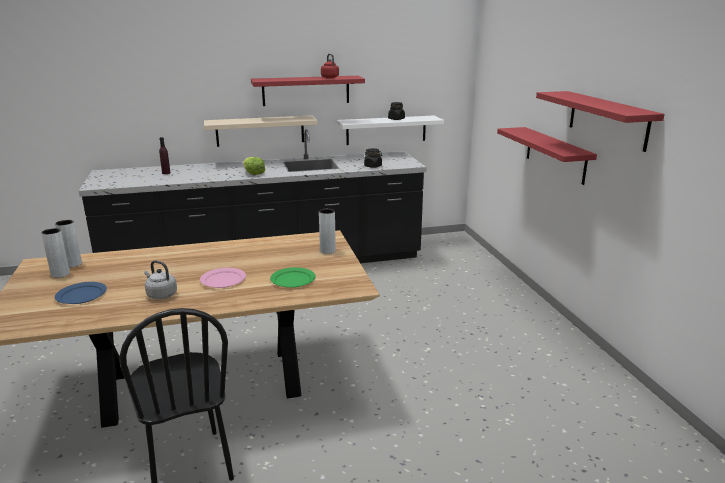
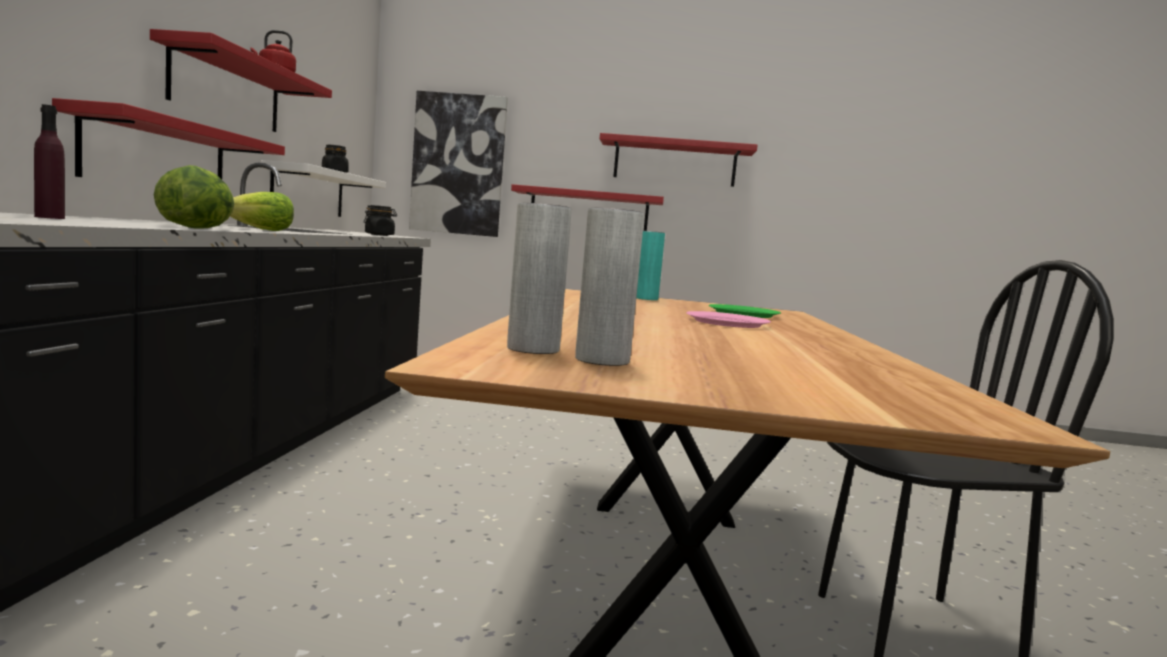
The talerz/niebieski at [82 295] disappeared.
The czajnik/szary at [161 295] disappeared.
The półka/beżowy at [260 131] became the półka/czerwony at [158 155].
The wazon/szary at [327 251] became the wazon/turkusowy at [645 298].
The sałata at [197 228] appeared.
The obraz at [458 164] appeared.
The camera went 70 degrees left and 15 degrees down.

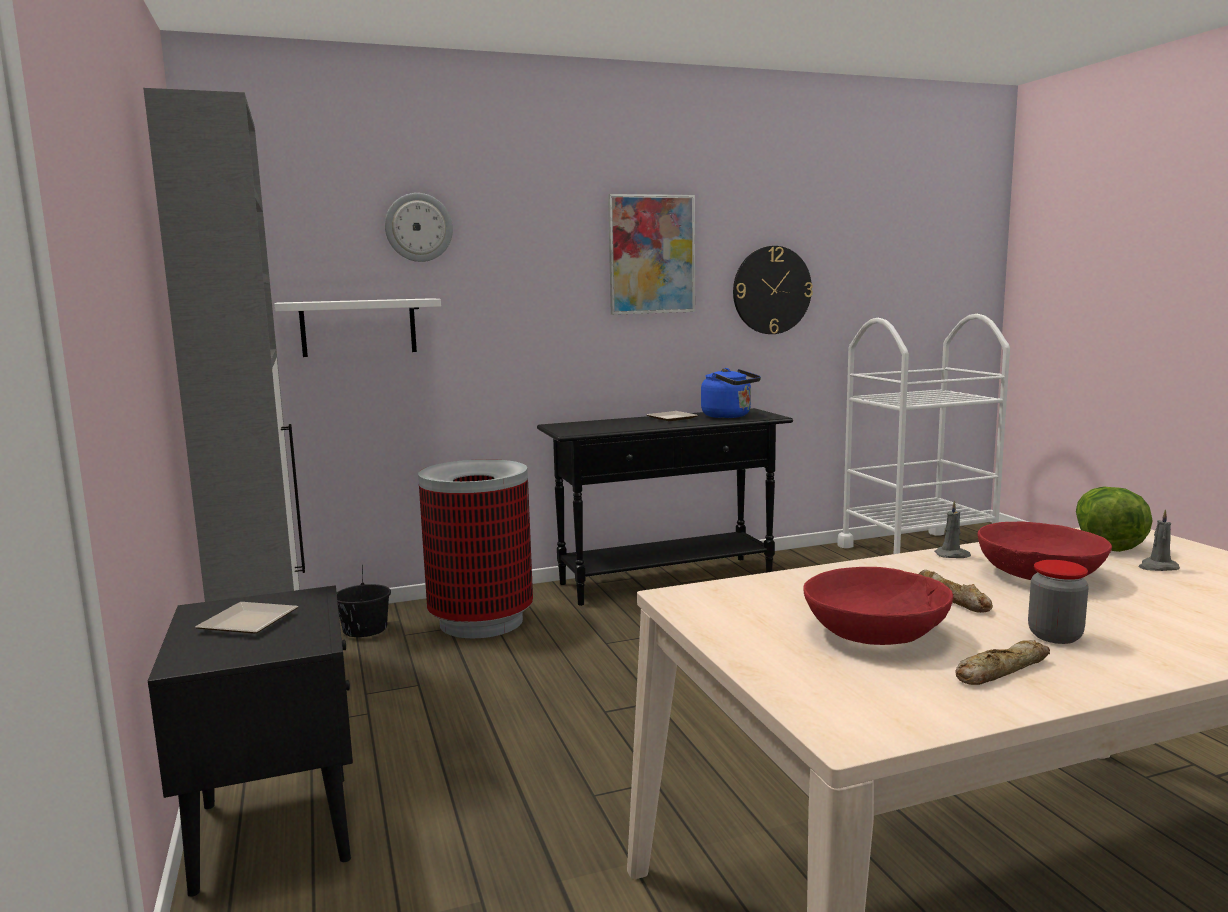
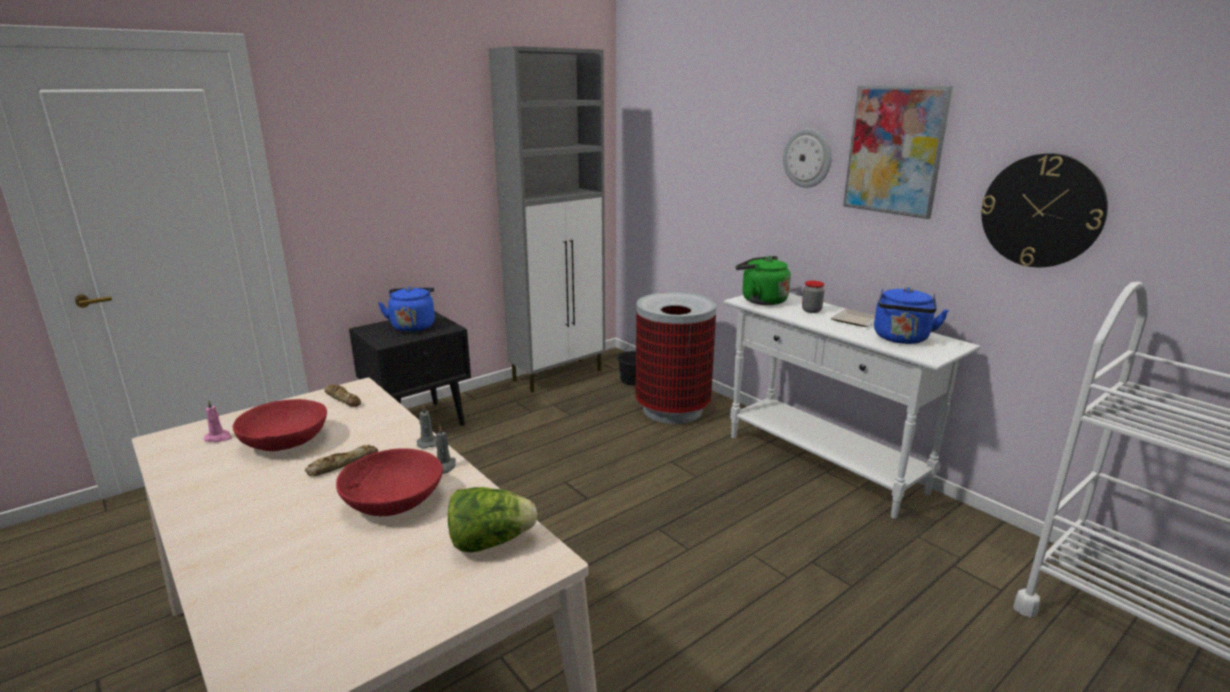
The talerz at [248 621] was replaced by the czajnik/niebieski at [413 326].
The półka/biały at [358 327] disappeared.
The zegar ścienny moved from [418 227] to [808 158].
The stolik konsolowy/czarny at [667 580] became the stolik konsolowy/biały at [823 464].
The chleb moved from [1000 670] to [343 399].
The słoik moved from [1055 636] to [811 310].
The świeca/szary moved from [1157 567] to [427 443].
The świeca/różowy at [218 438] appeared.
The czajnik/zielony at [761 300] appeared.
The camera went 70 degrees right and 10 degrees up.

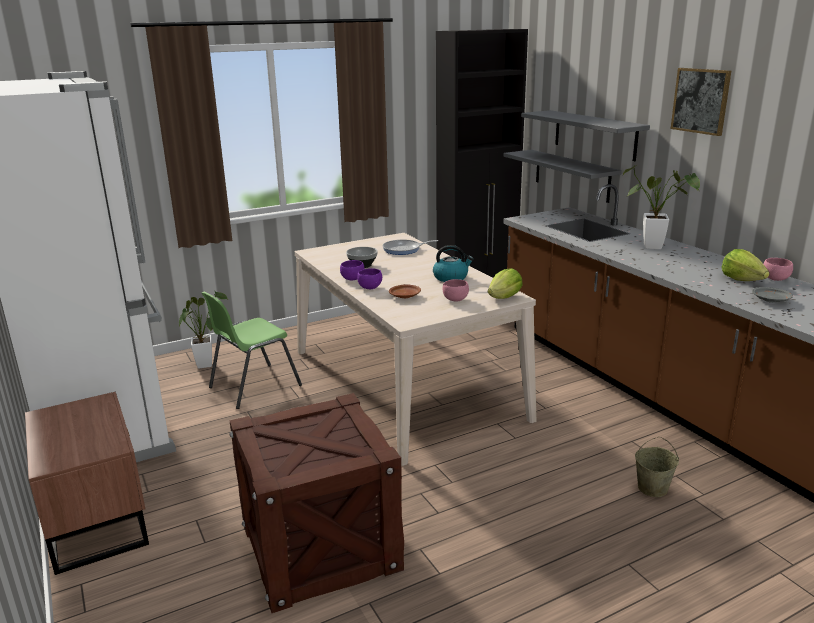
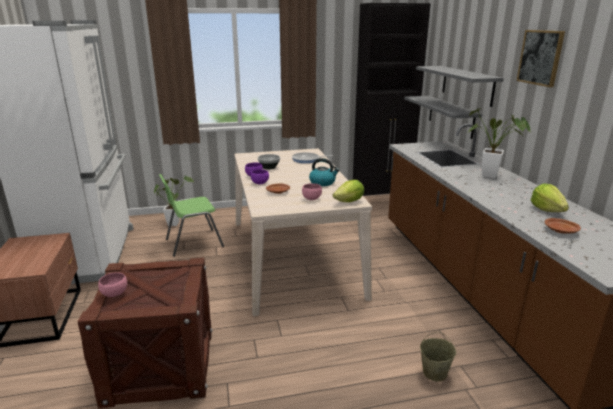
The talerz/szary at [771 300] became the talerz/brązowy at [561 231].
The miska/różowy moved from [776 279] to [114 294].
The camera went 15 degrees right and 0 degrees up.

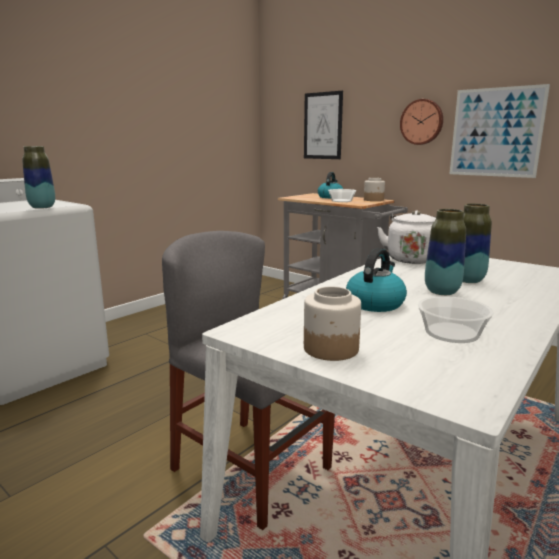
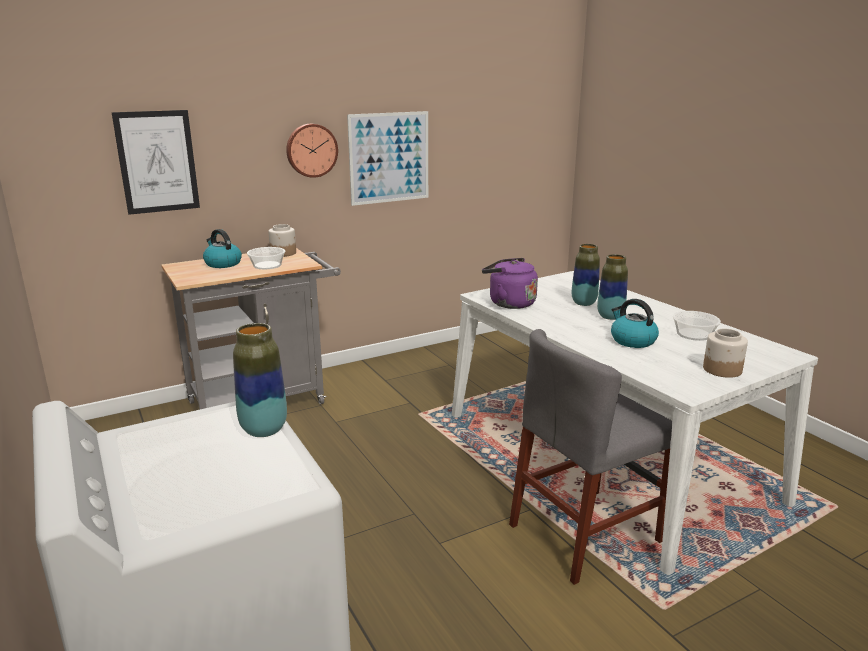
The czajnik/biały at [411 259] became the czajnik/fioletowy at [509 303].
The camera went 70 degrees left and 5 degrees up.

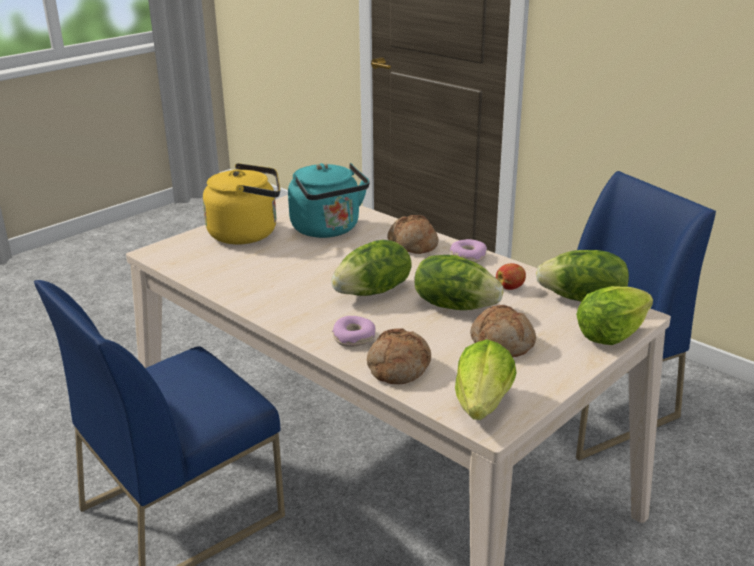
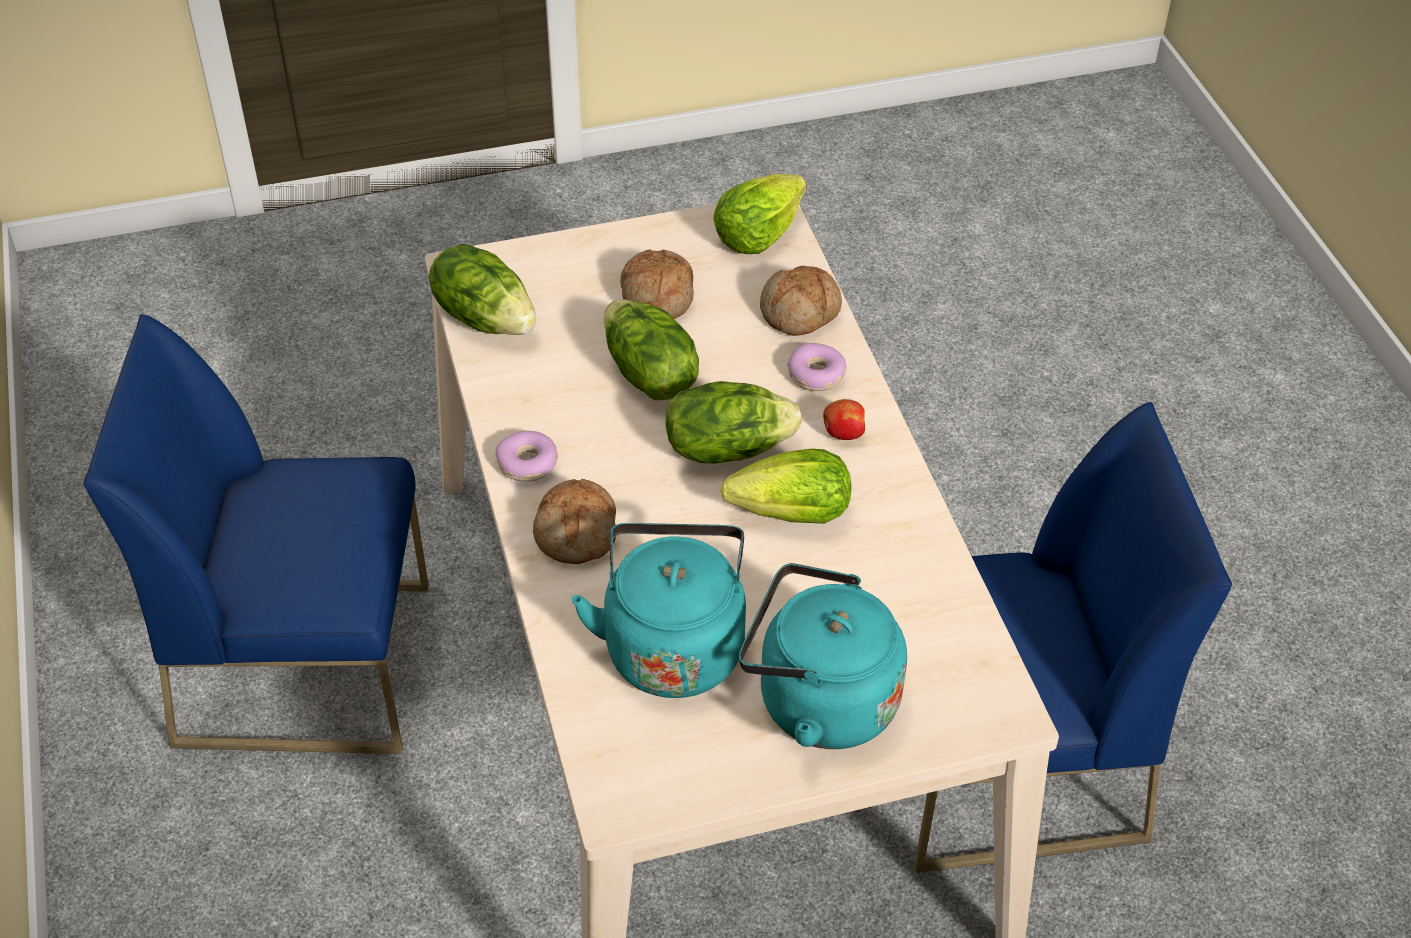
The czajnik/żółty at [248 233] became the czajnik/turkusowy at [818 701].
The jabłko moved from [510 287] to [843 433].
The sałata moved from [610 335] to [793 514].
The camera went 150 degrees left and 20 degrees up.

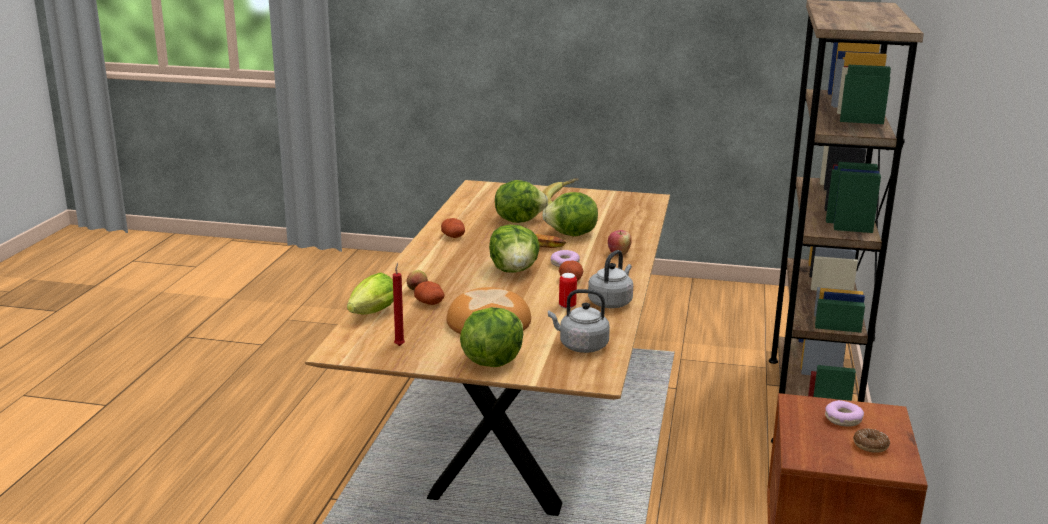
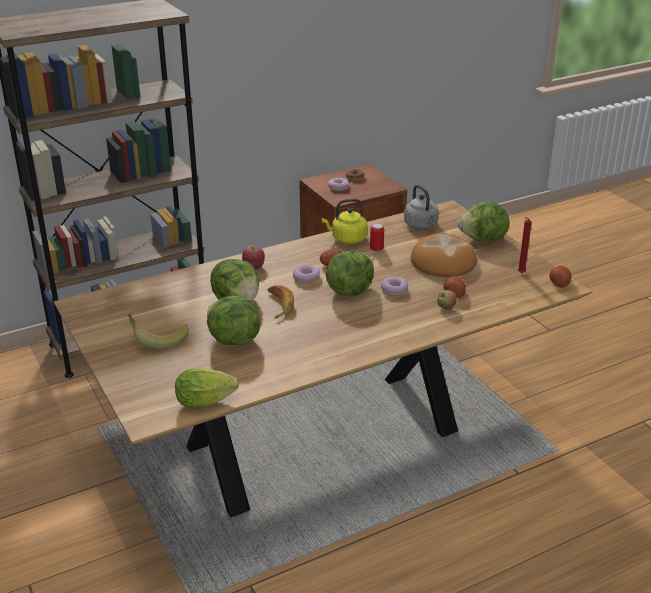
The sałata moved from [371 314] to [208 401].
The ziemniak moved from [454 236] to [559 283].
The czajnik/szary at [611 302] became the czajnik/żółty at [347 239].
The donut at [394 290] appeared.
The camera went 130 degrees left and 10 degrees up.

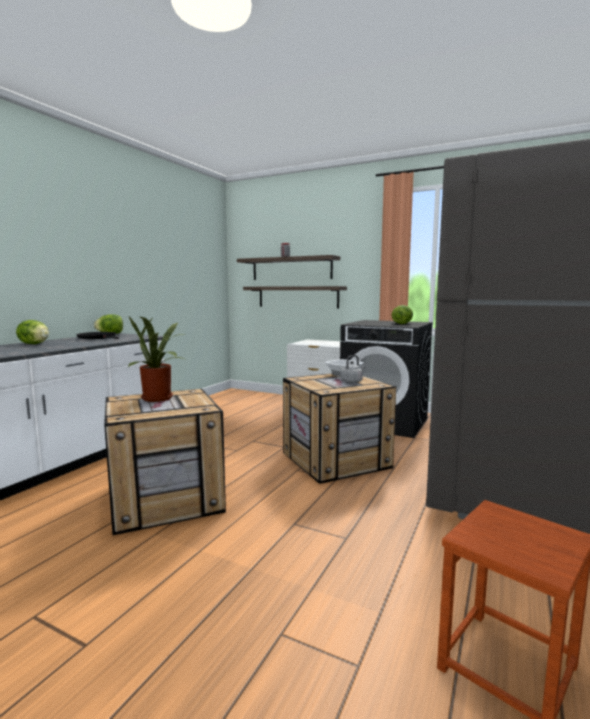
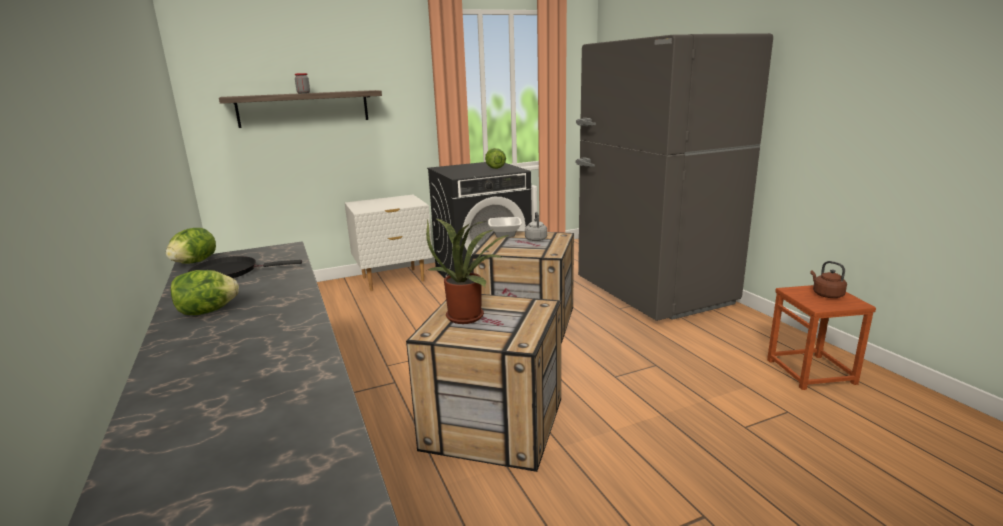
The półka at [297 297] disappeared.
The czajnik/brązowy at [826 294] appeared.
The camera went 50 degrees left and 10 degrees up.

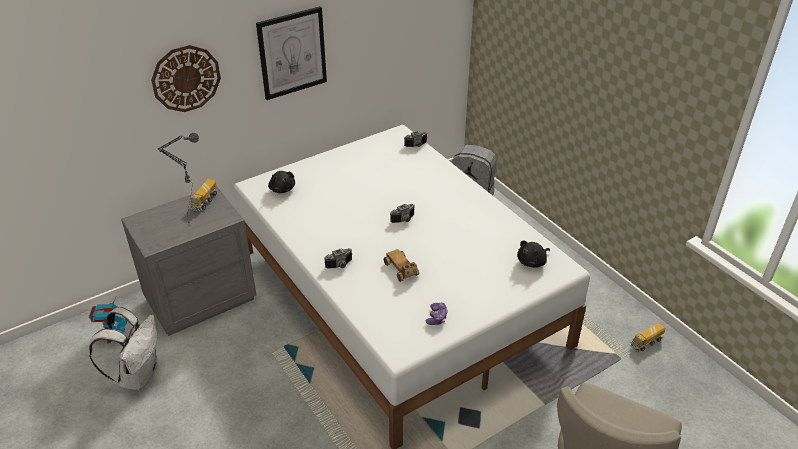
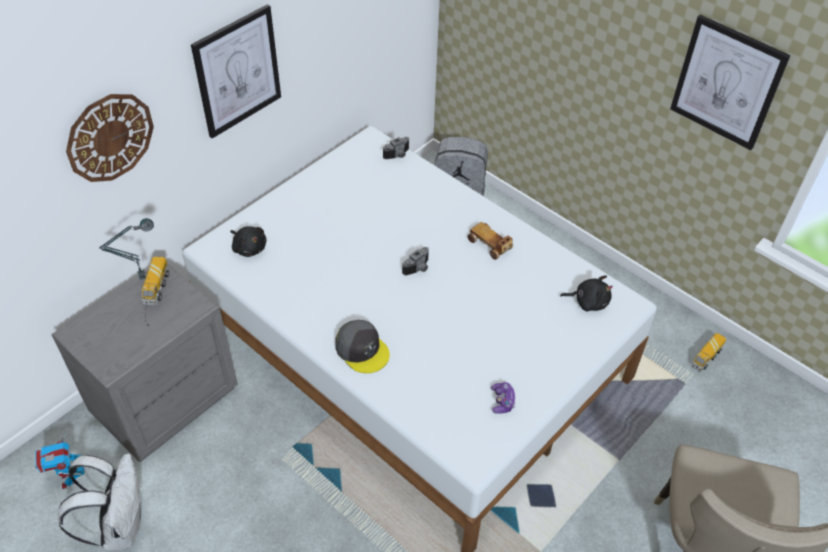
The aparat fotograficzny at [340 265] was replaced by the czapka z daszkiem/szary at [362 349].
The samochodzik moved from [401 270] to [490 245].
The pluszak/czarny at [532 262] turned 120 degrees counterclockwise.
The obraz at [727 83] appeared.
The camera went 15 degrees left and 10 degrees up.

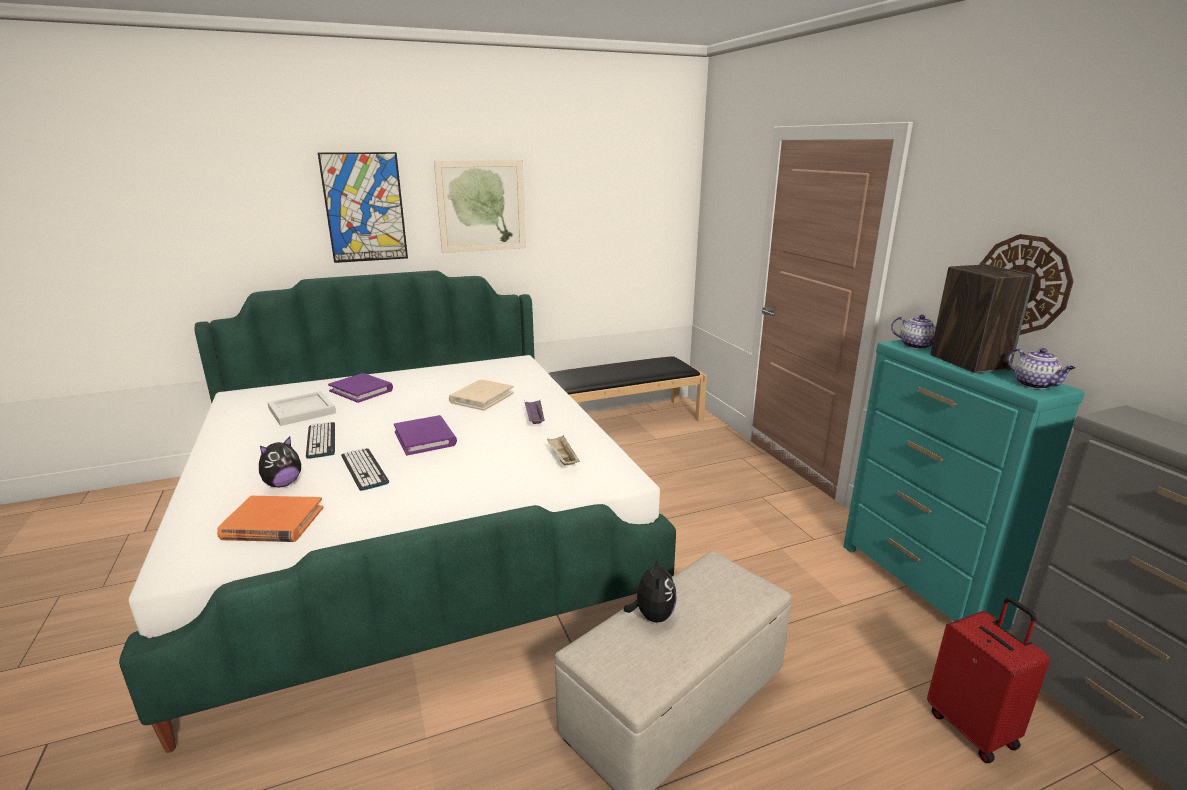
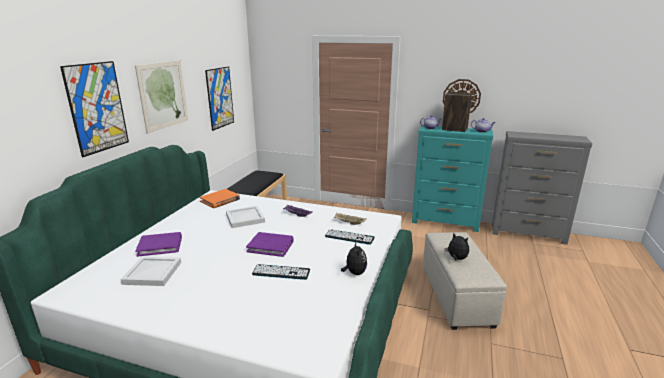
The książka/pomarańczowy moved from [272 523] to [220 200].
The pluszak moved from [282 484] to [354 273].
The klawiatura moved from [321 440] to [349 237].
The książka/beżowy at [481 398] was replaced by the taca/biały at [245 218].
The walizka/czerwony at [973 728] disappeared.
The obraz at [220 98] appeared.
The camera went 50 degrees left and 0 degrees up.

